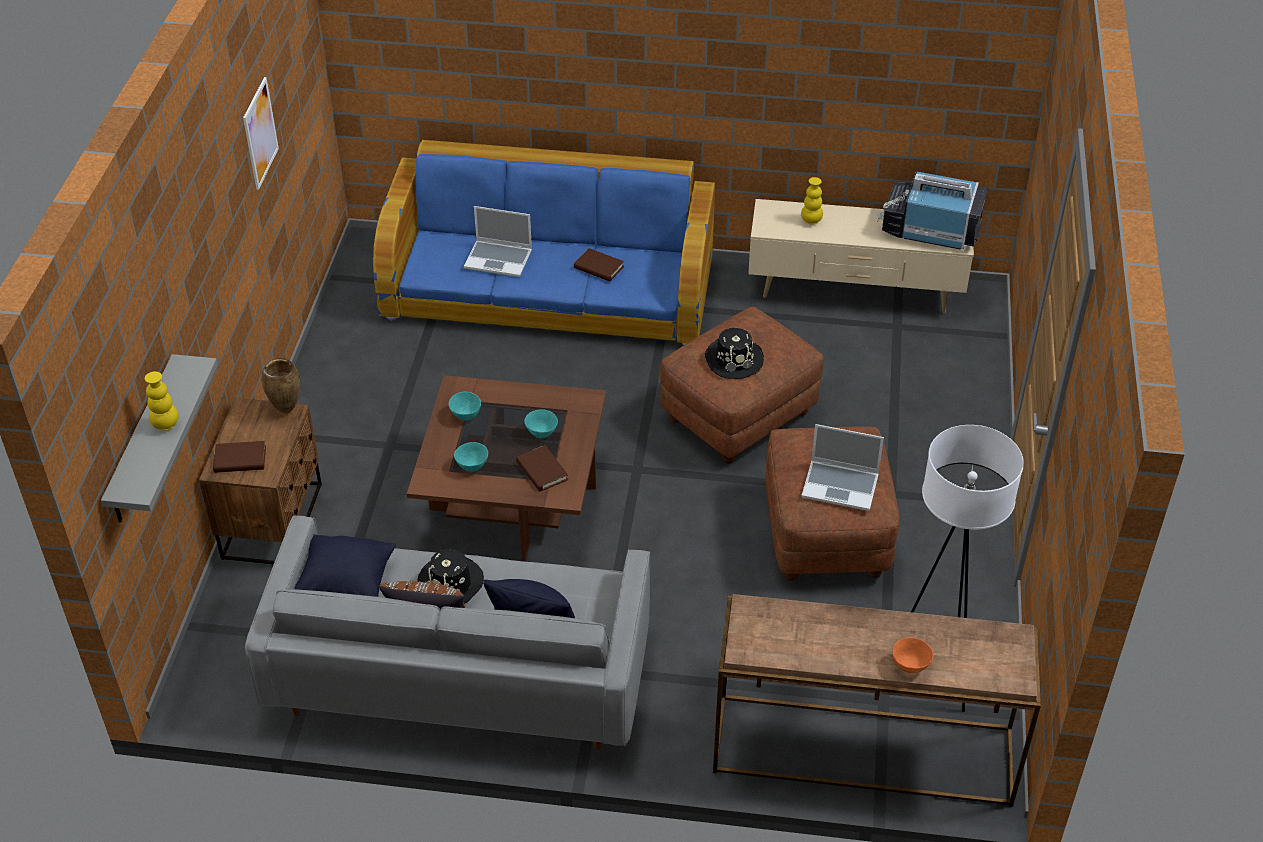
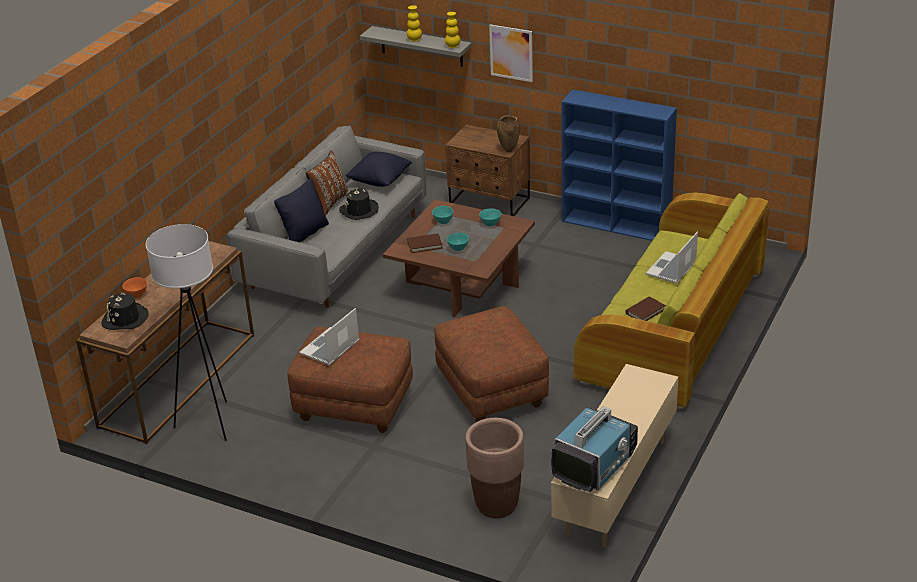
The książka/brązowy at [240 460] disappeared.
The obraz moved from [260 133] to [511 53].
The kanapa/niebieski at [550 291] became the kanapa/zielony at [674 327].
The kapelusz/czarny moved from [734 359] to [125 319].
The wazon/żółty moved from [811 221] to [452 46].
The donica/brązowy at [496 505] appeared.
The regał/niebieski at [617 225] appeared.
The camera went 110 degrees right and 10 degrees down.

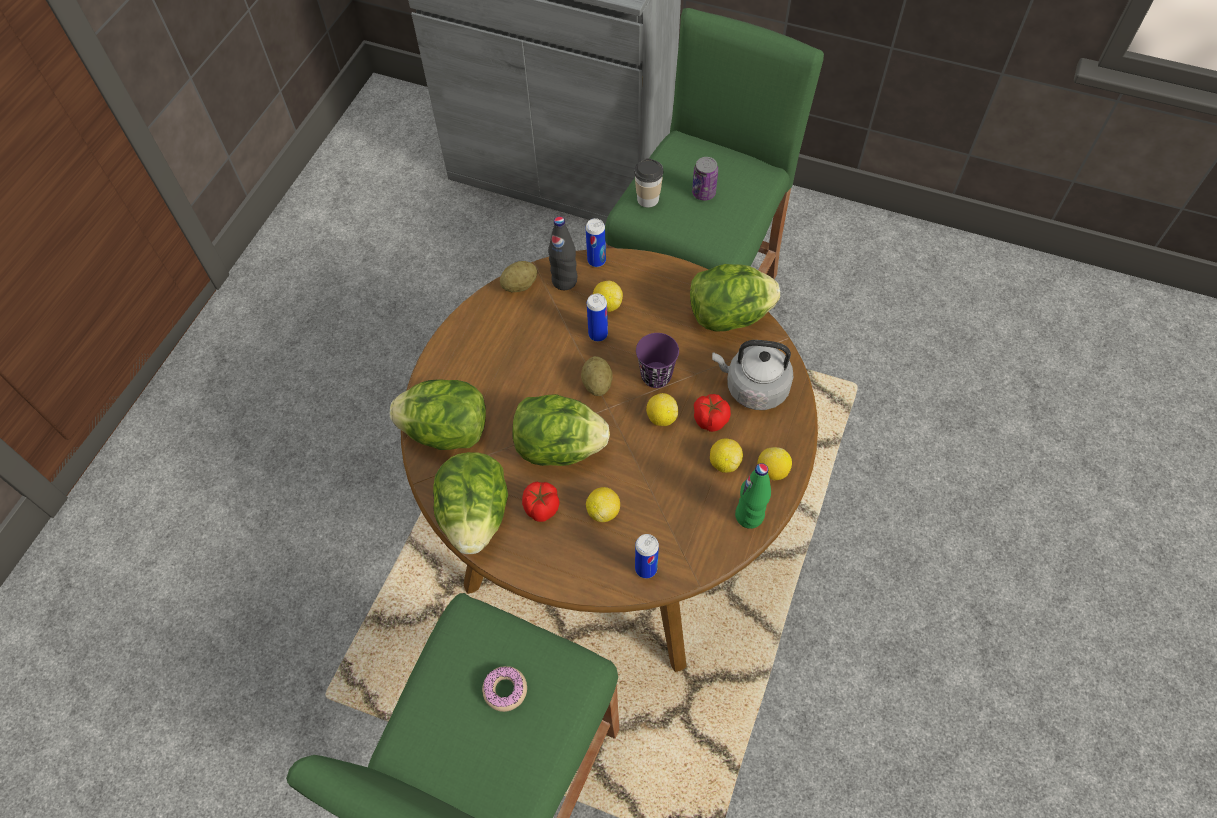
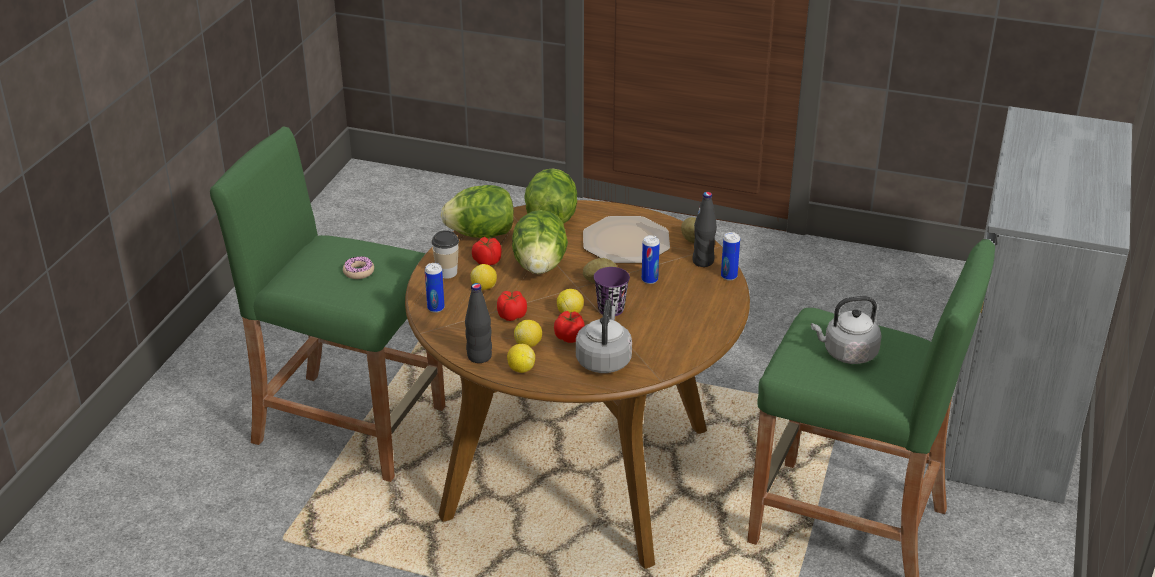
The cytryna at [607 305] disappeared.
The filiżanka moved from [648 199] to [447 272].
The sałata at [728 316] disappeared.
The puszka at [703 193] was replaced by the czajnik/szary at [847 353].
The butelka/zielony at [749 516] became the butelka/czarny at [479 356].
The pomidor at [511 315] appeared.
The talerz at [627 242] appeared.
The camera went 85 degrees right and 25 degrees down.

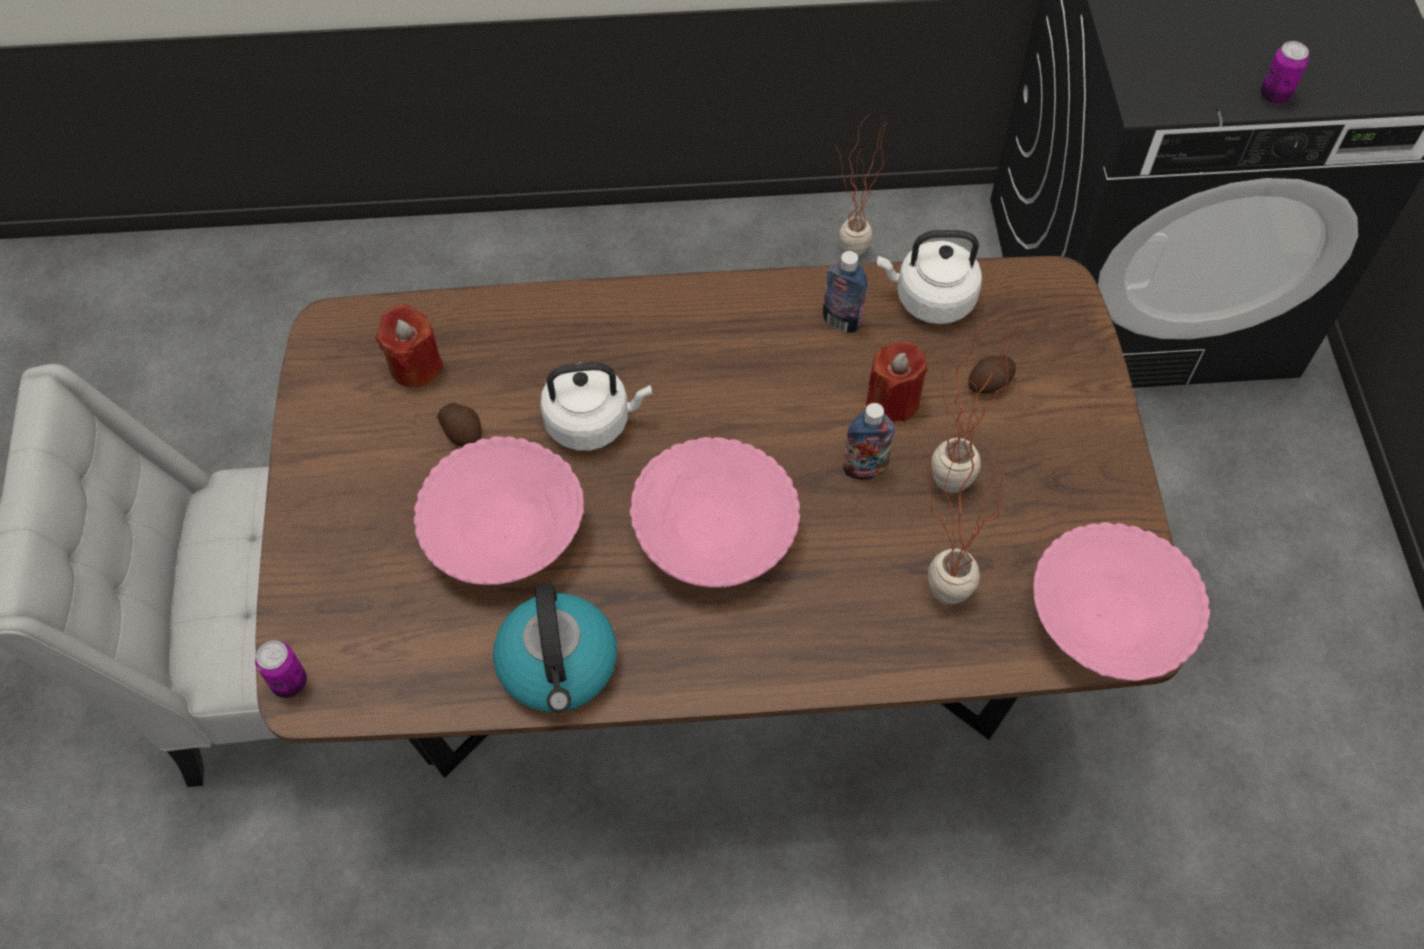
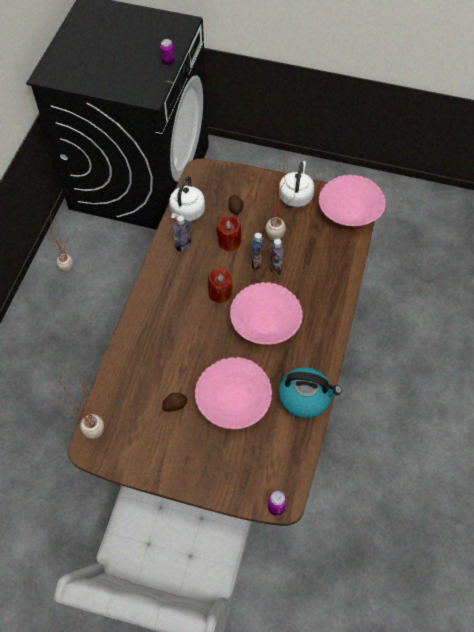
The świeca/czerwony moved from [415 366] to [220 293].
The czajnik/biały moved from [592 422] to [296 195].
The roślina doniczkowa moved from [934 583] to [88 436].
The butelka at [275 268] appeared.
The camera went 70 degrees left and 0 degrees up.

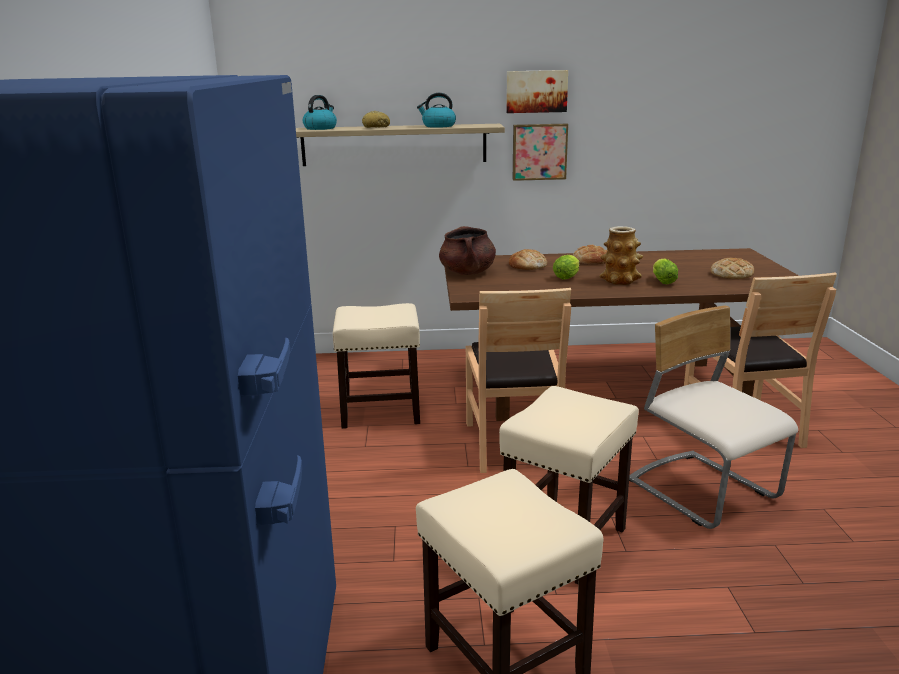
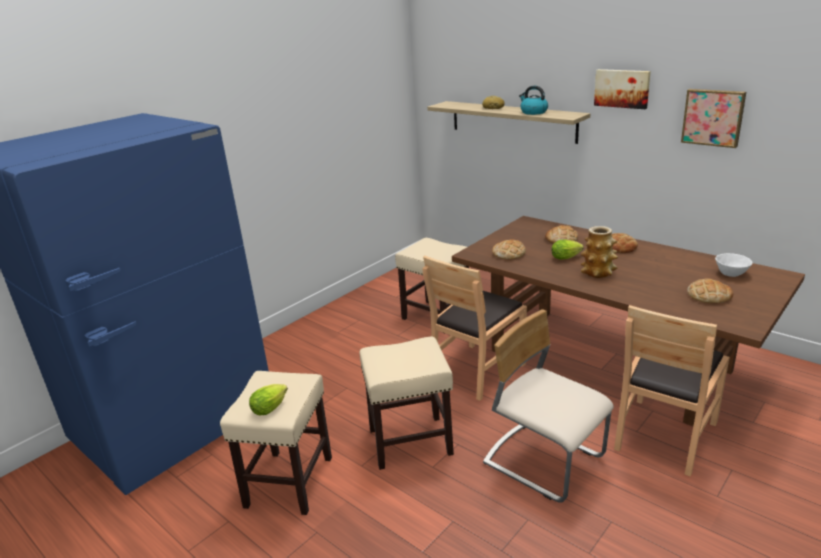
The czajnik at [320 128] disappeared.
The garnek/brązowy at [467 272] disappeared.
The obraz moved from [539 151] to [713 117].
The krzesło/beżowy at [703 491] turned 60 degrees counterclockwise.
The sałata moved from [662 281] to [271 407].
The chleb at [509 253] appeared.
The miska/biały at [731 274] appeared.
The camera went 45 degrees right and 5 degrees up.

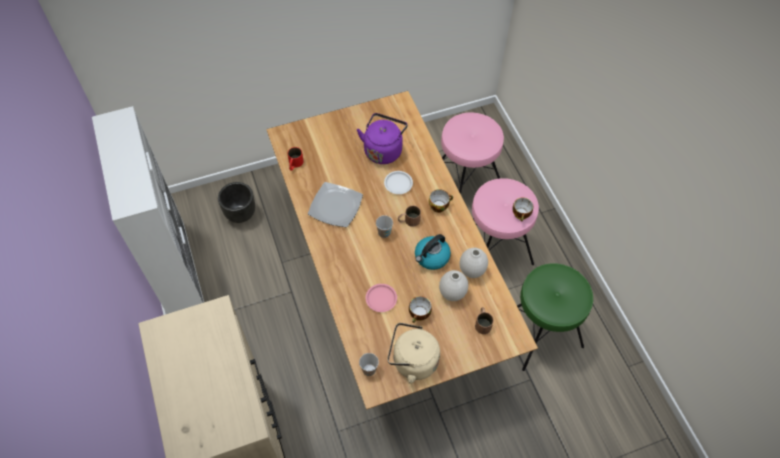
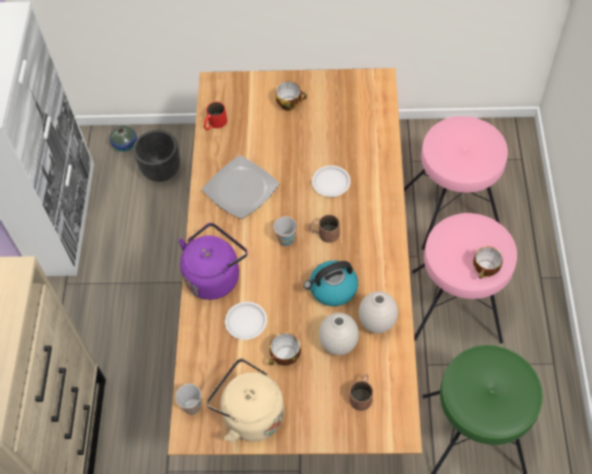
The czajnik/fioletowy moved from [383 150] to [215 275].
The talerz/różowy at [381 299] became the talerz/biały at [246 322].
The filiżanka moved from [439 206] to [290 103].
The wazon at [125 144] appeared.
The camera went 25 degrees right and 0 degrees up.

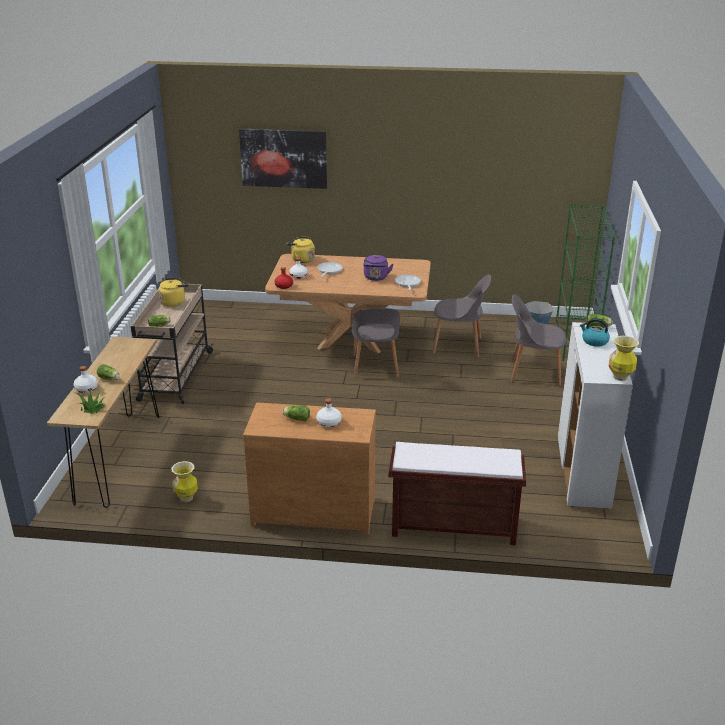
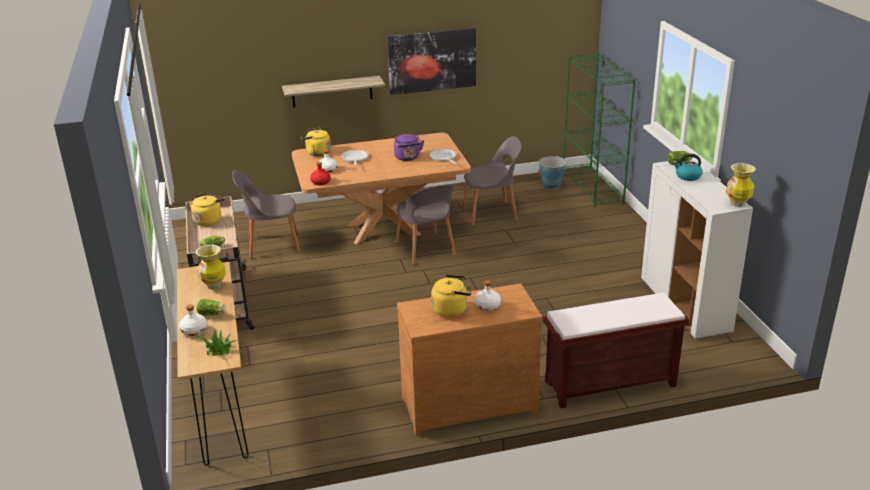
The wazon moved from [186 498] to [214 285].
The obraz moved from [283 158] to [432 61].
The sałata at [296 418] was replaced by the czajnik/żółty at [452 309].
The krzesło/szary moved from [533 373] to [271 245].
The półka at [332 91] appeared.
The camera went 20 degrees left and 0 degrees up.

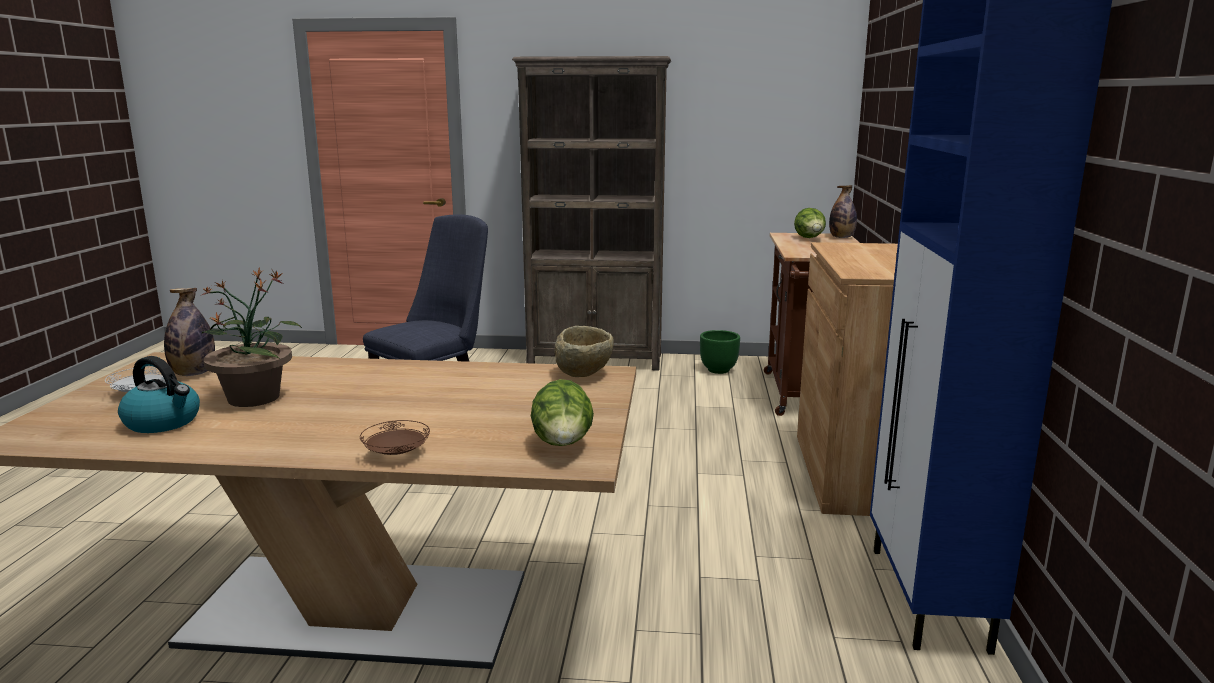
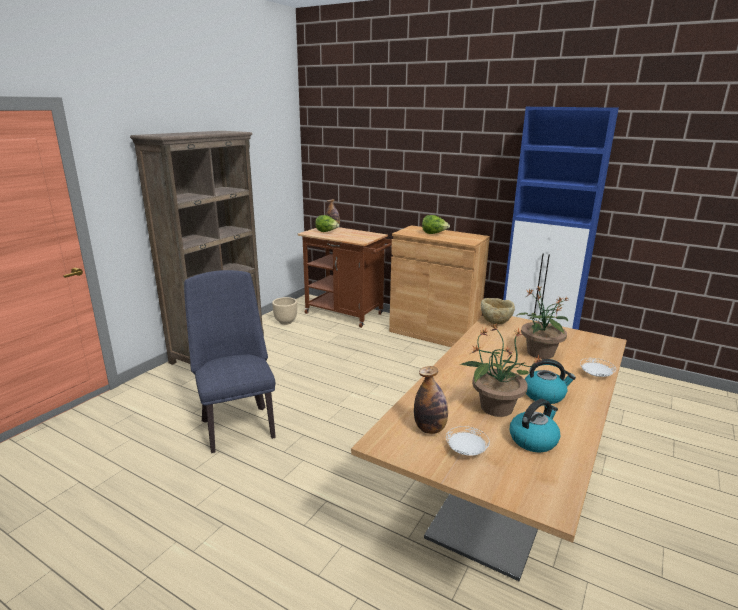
The talerz/brązowy at [397 454] became the talerz/biały at [595 375].
The sałata moved from [563 446] to [434 234].
The donica/zielony at [719 370] became the donica/beżowy at [286 322].
The roślina doniczkowa at [540 353] appeared.
The czajnik at [544 395] appeared.
The camera went 65 degrees left and 5 degrees up.

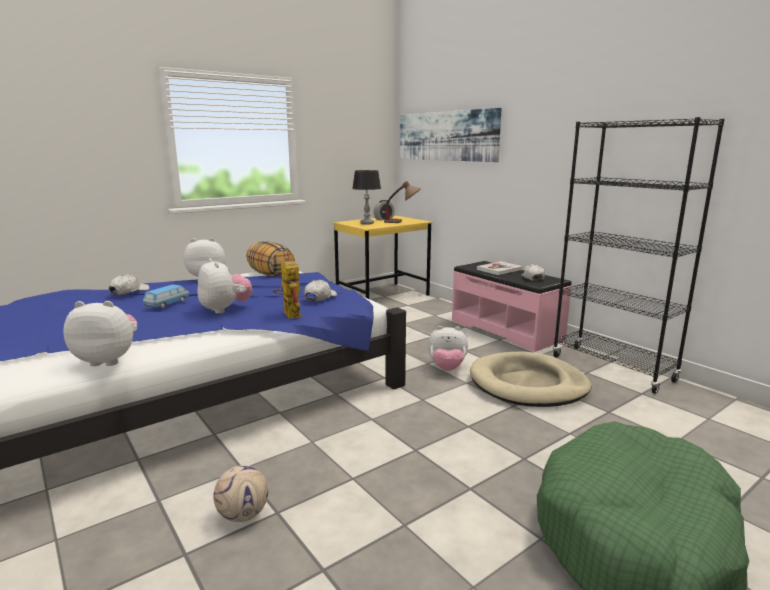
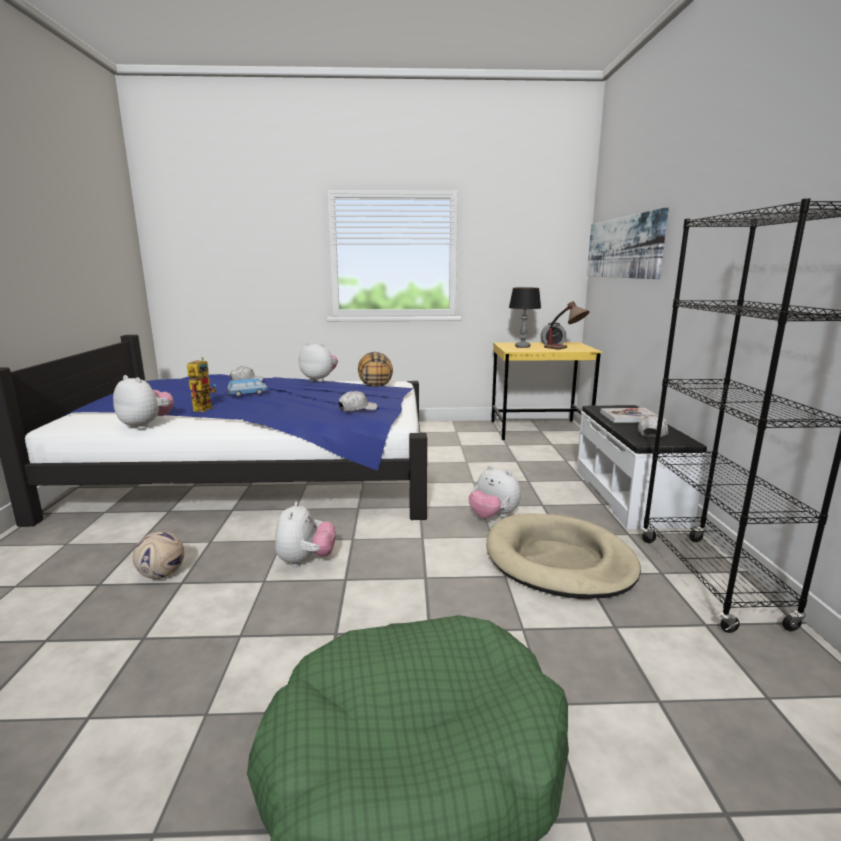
The pluszak moved from [225 309] to [305 560].
The robot zabawkowy moved from [289 313] to [203 408].
The ławka/różowy at [506 330] became the ławka/biały at [629 495].
The camera went 35 degrees right and 0 degrees up.

